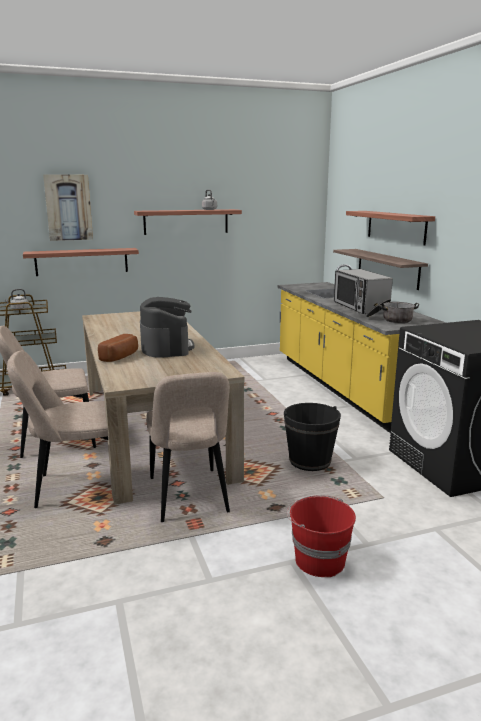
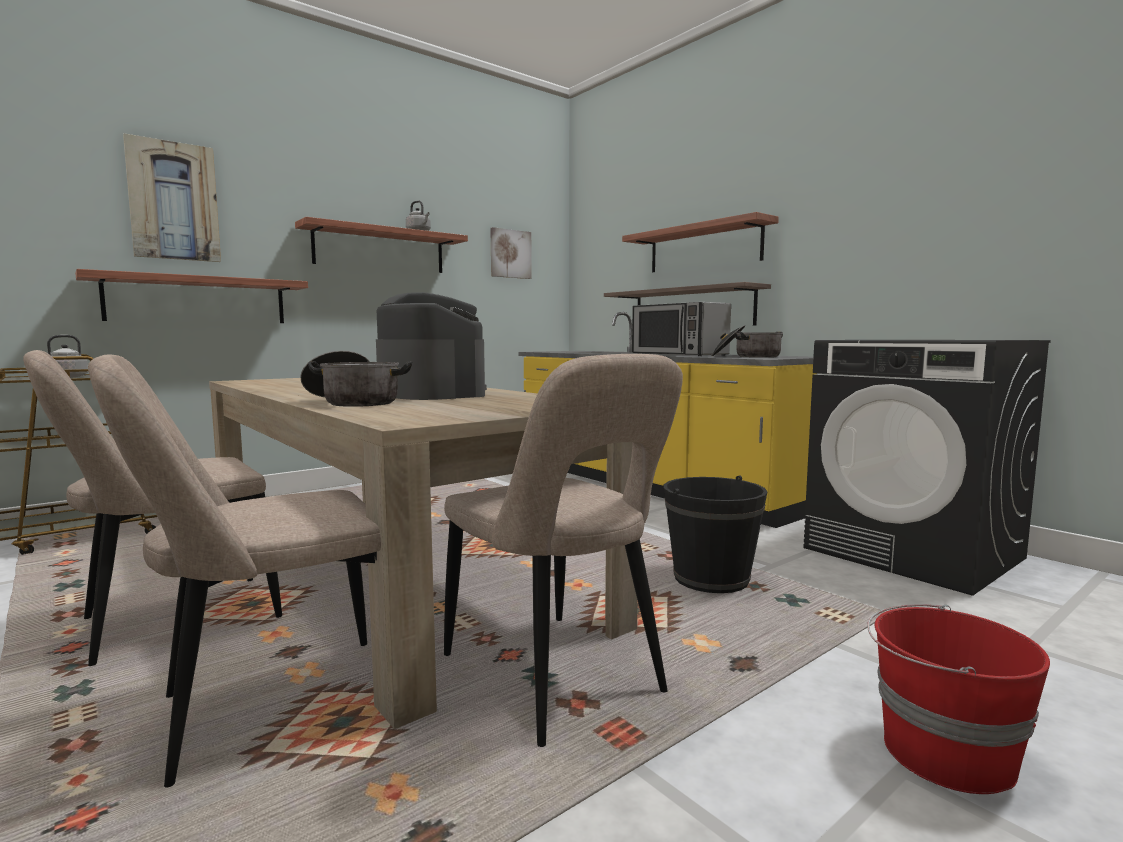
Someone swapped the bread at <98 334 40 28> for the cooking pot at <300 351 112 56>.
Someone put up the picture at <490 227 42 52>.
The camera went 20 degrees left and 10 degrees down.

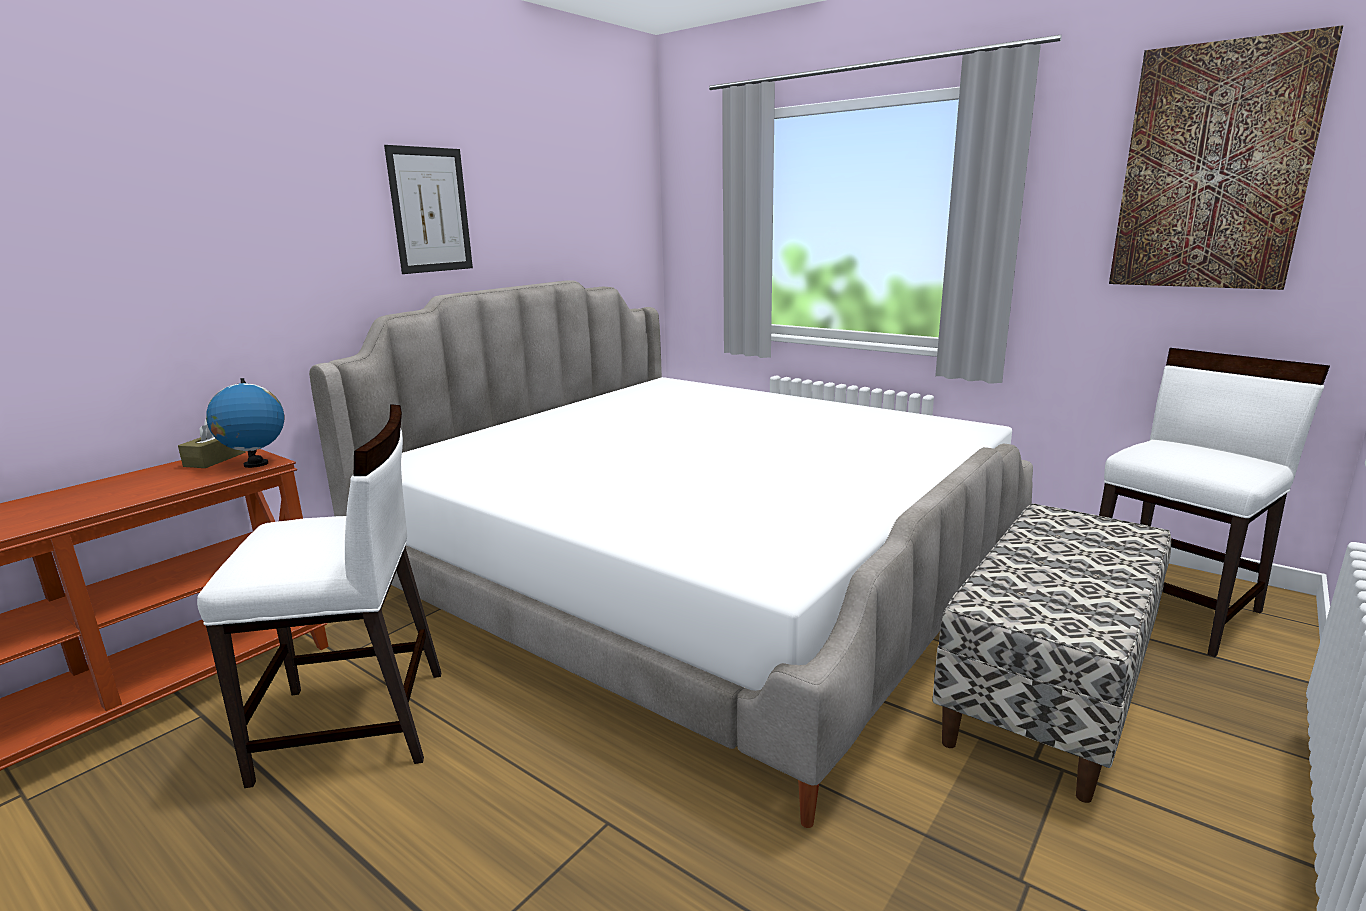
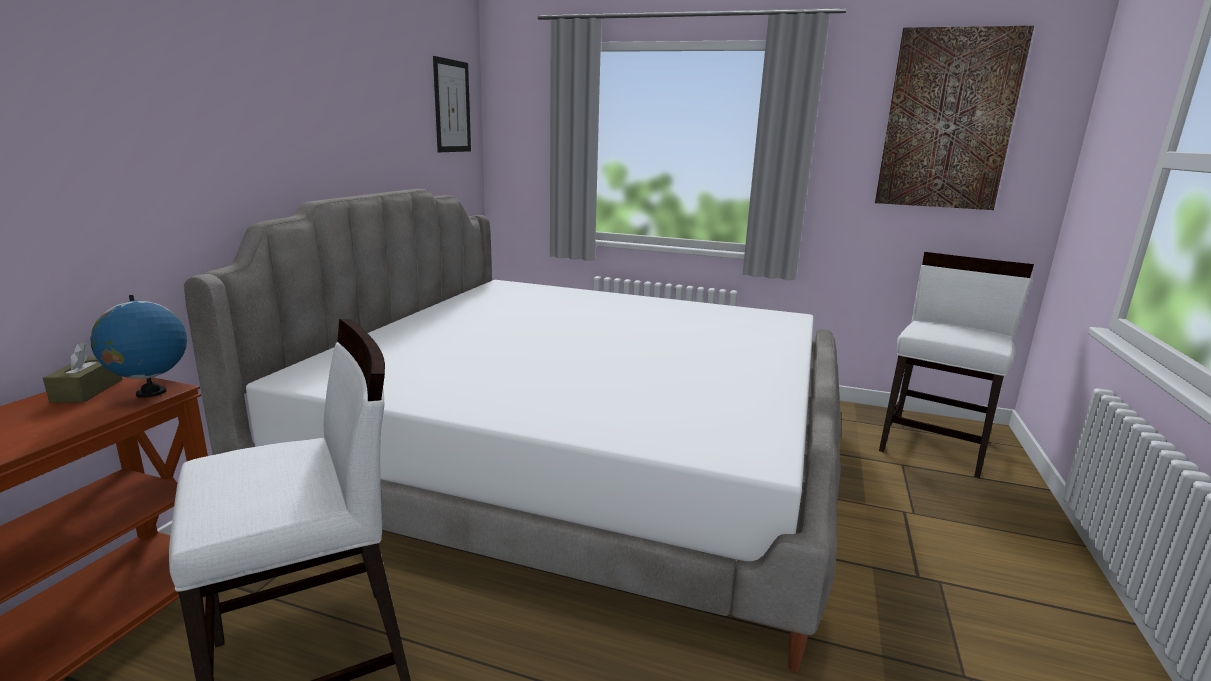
Someone carried the picture from <384 145 89 129> to <433 56 38 96>.
Someone took away the bench at <932 503 239 300>.
The camera went 20 degrees left and 0 degrees up.

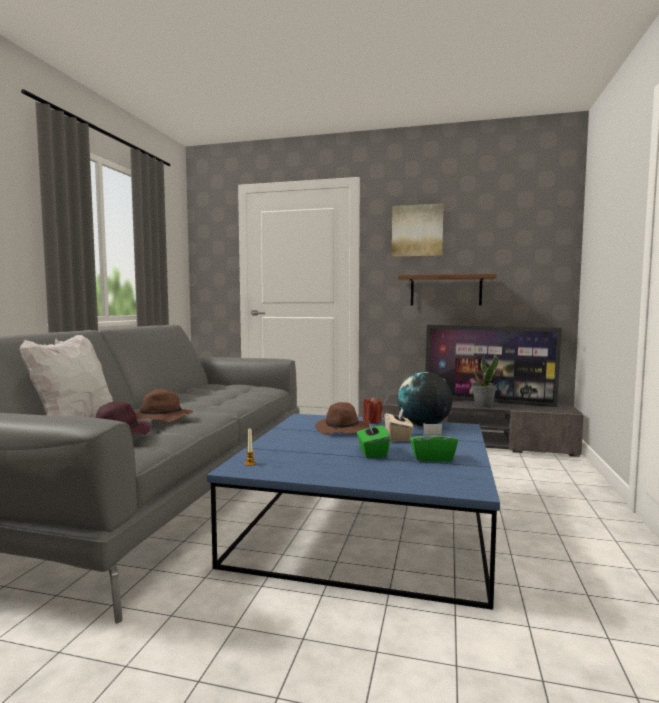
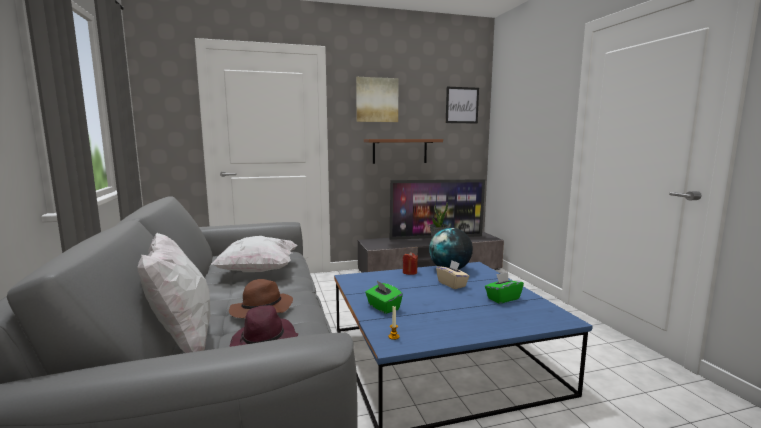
Someone put down the white pillow at <211 236 87 36>.
Someone carried the green tissue box from <357 421 33 37> to <365 281 38 33>.
Someone put up the picture at <446 87 33 36>.
Someone took away the brown hat at <315 402 54 32>.
The camera went 30 degrees left and 5 degrees up.

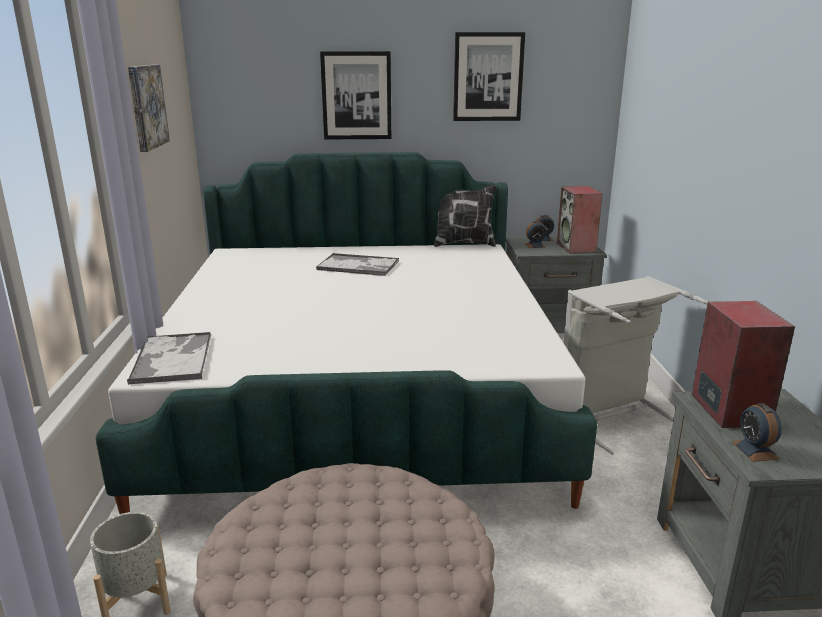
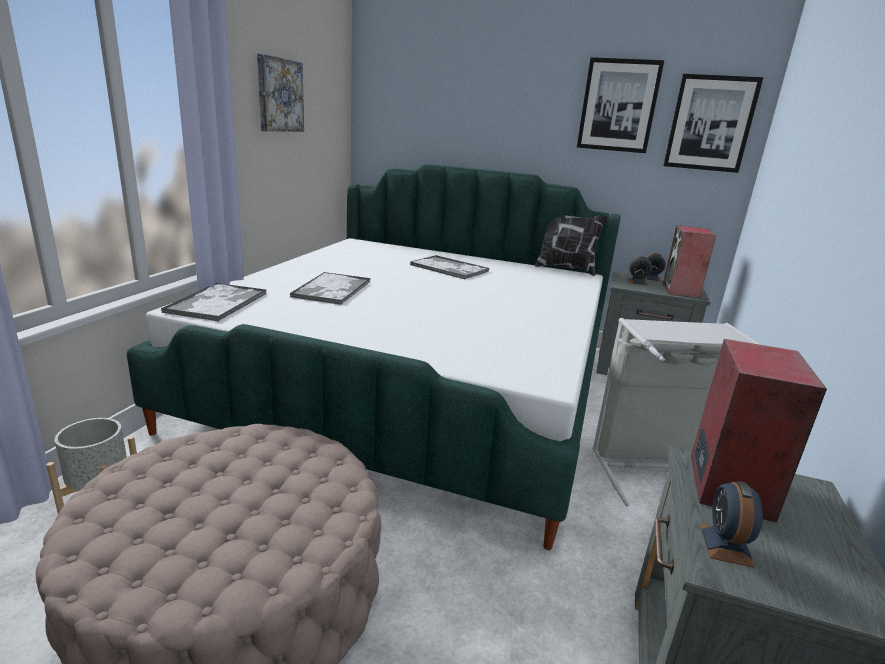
Someone put down the tray at <290 272 81 33>.
Someone carried the picture from <320 51 71 89> to <663 74 101 99>.
The camera went 20 degrees right and 0 degrees up.

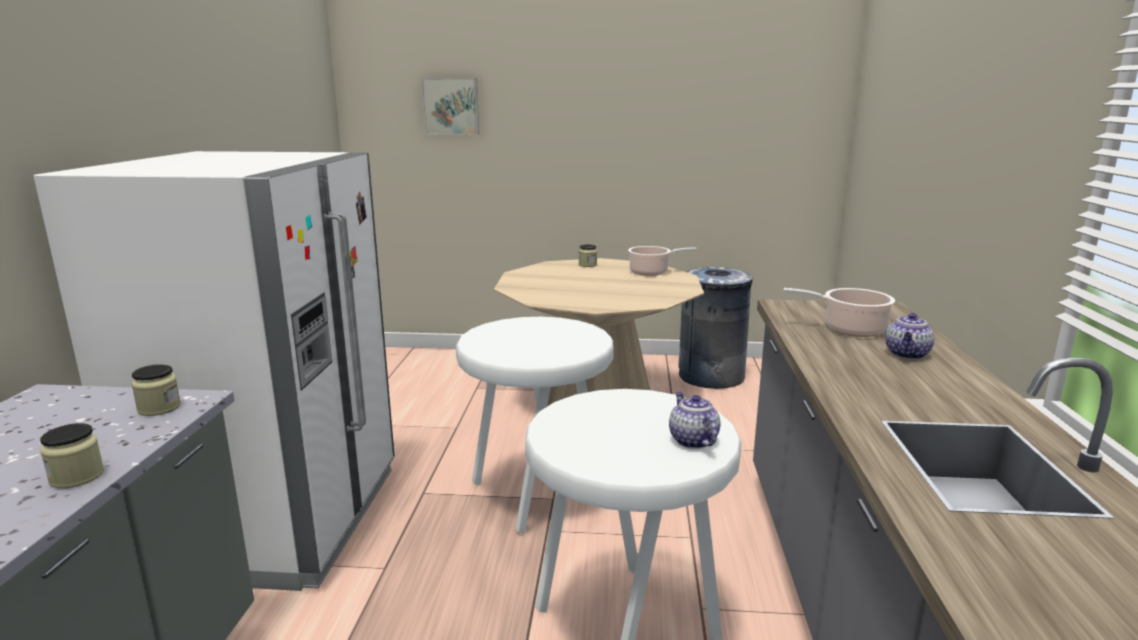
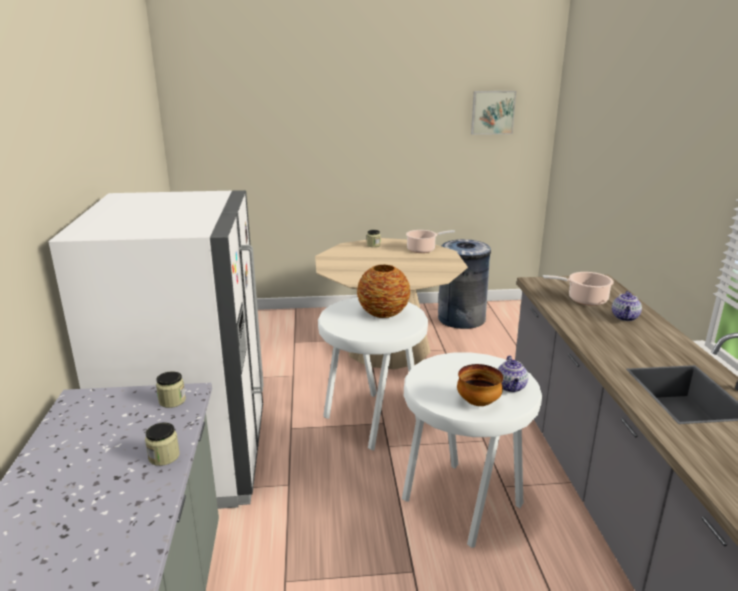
Someone put down the vase at <357 265 53 53>.
Someone put down the bowl at <457 364 46 42>.
Someone carried the picture from <421 78 58 57> to <471 91 45 44>.
Someone rotated the teapot at <669 392 52 57> by 150 degrees counterclockwise.
The camera went 10 degrees left and 5 degrees up.

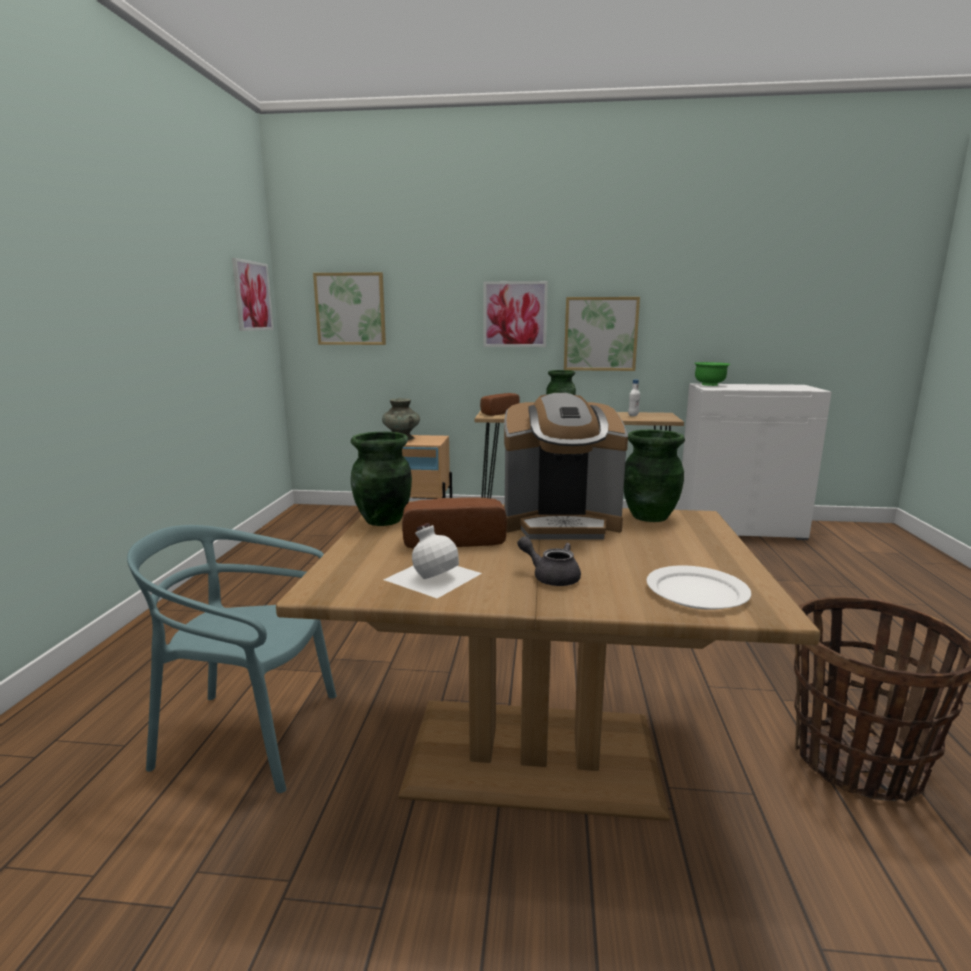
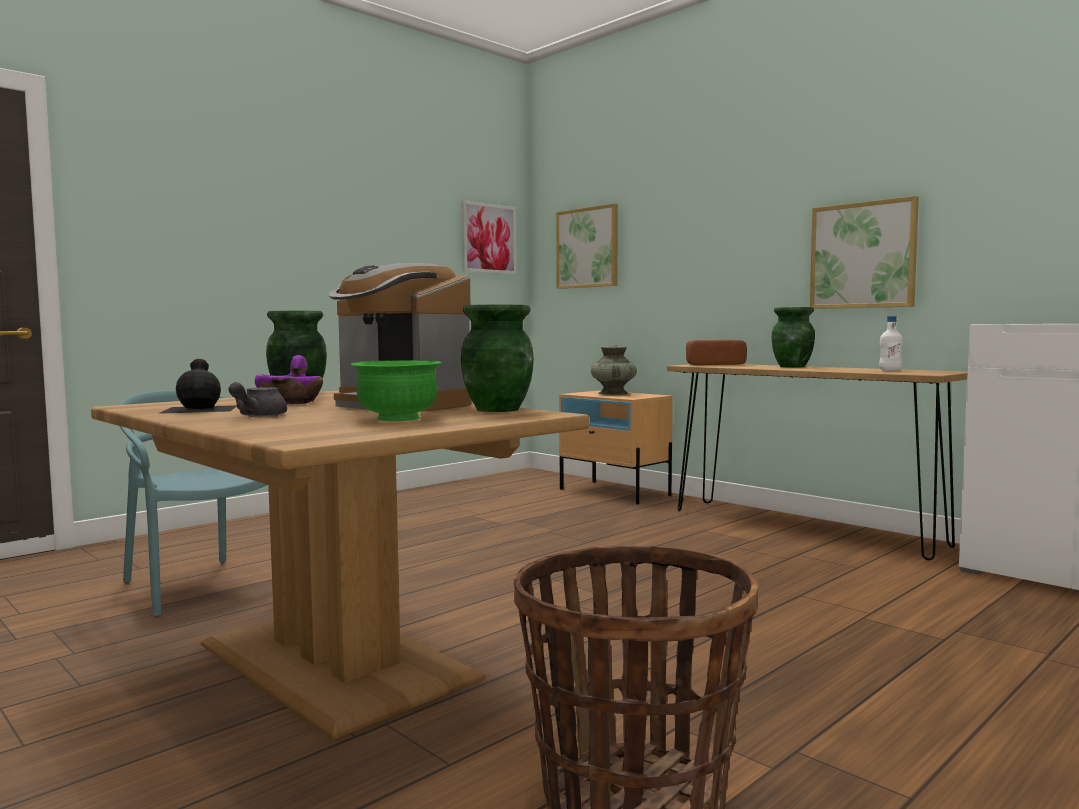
Someone repainted the white bottle at <384 523 98 75>, which became the black bottle at <158 359 79 55>.
Someone rotated the grey teapot at <517 536 64 50> by 150 degrees counterclockwise.
Someone swapped the bread at <402 497 105 52> for the purple bowl at <255 355 68 50>.
Someone carried the green bowl from <694 362 37 24> to <350 360 92 61>.
Someone took away the picture at <483 281 65 66>.
Someone took away the white plate at <647 565 104 45>.
The camera went 40 degrees right and 10 degrees down.

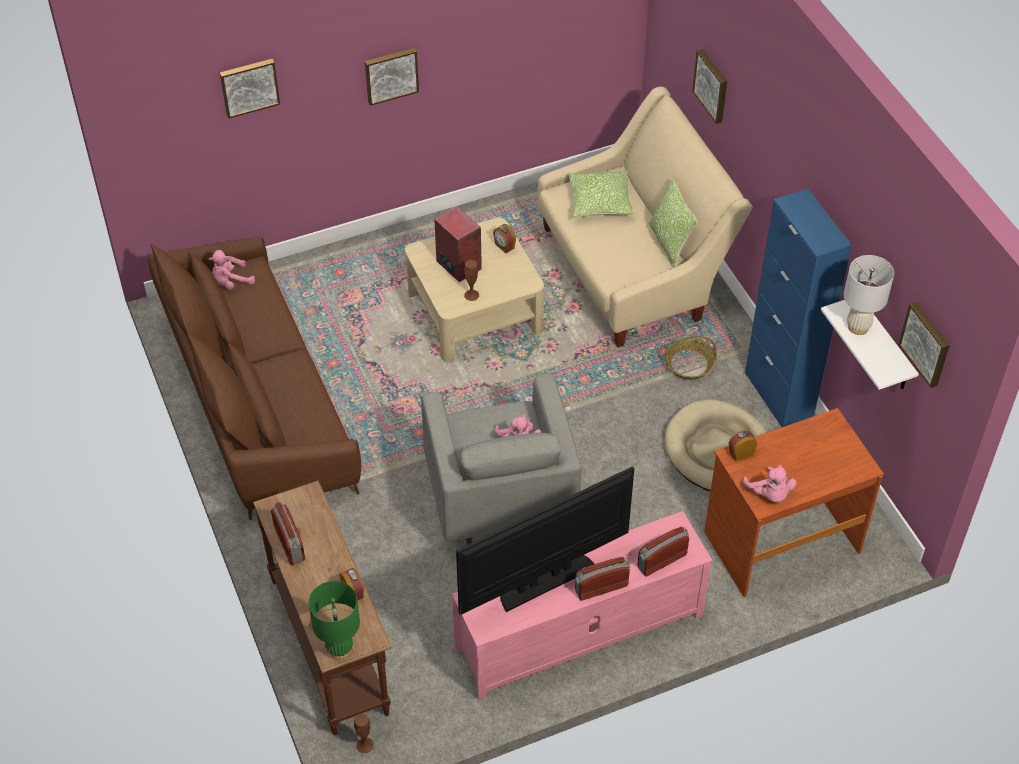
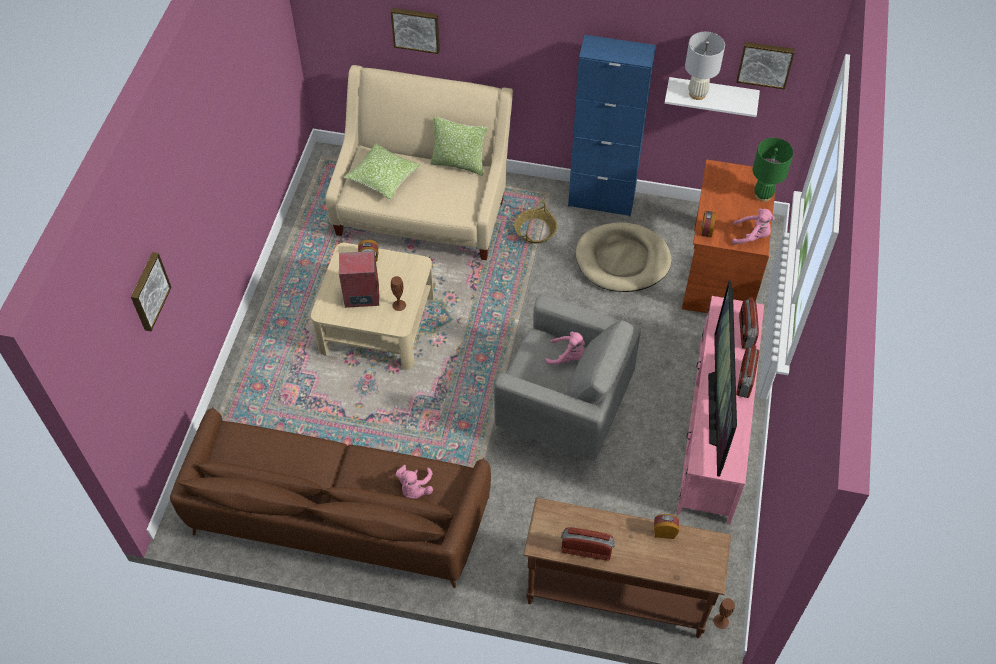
Someone carried the pink plush toy from <209 250 46 40> to <396 465 37 34>.
Someone carried the green table lamp from <308 581 52 78> to <753 138 41 64>.
Someone took away the picture at <365 48 54 58>.
The camera went 55 degrees left and 5 degrees up.

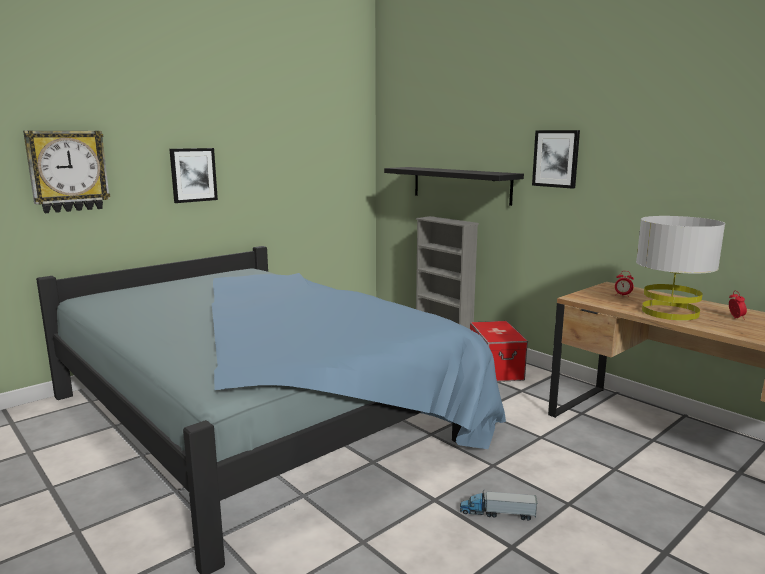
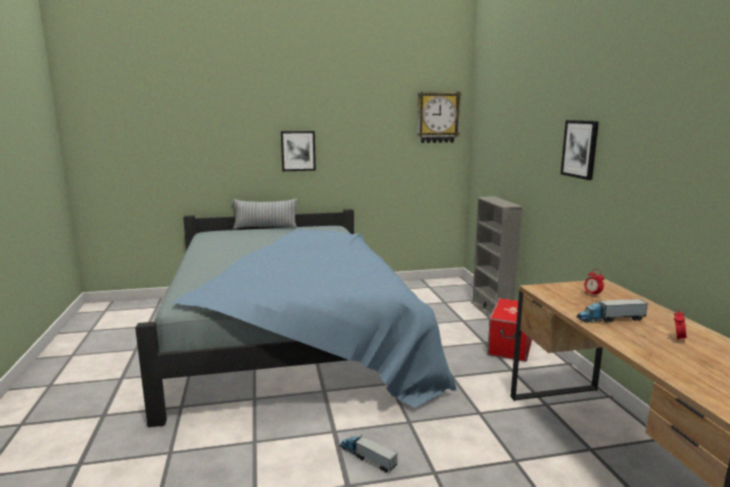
Someone put down the pillow at <233 198 64 31>.
Someone carried the wall clock from <23 131 88 82> to <417 91 44 52>.
Someone swapped the grey table lamp at <636 216 89 105> for the toy truck at <576 299 73 24>.
Someone took away the black shelf at <384 167 140 39>.
The camera went 30 degrees right and 0 degrees up.

